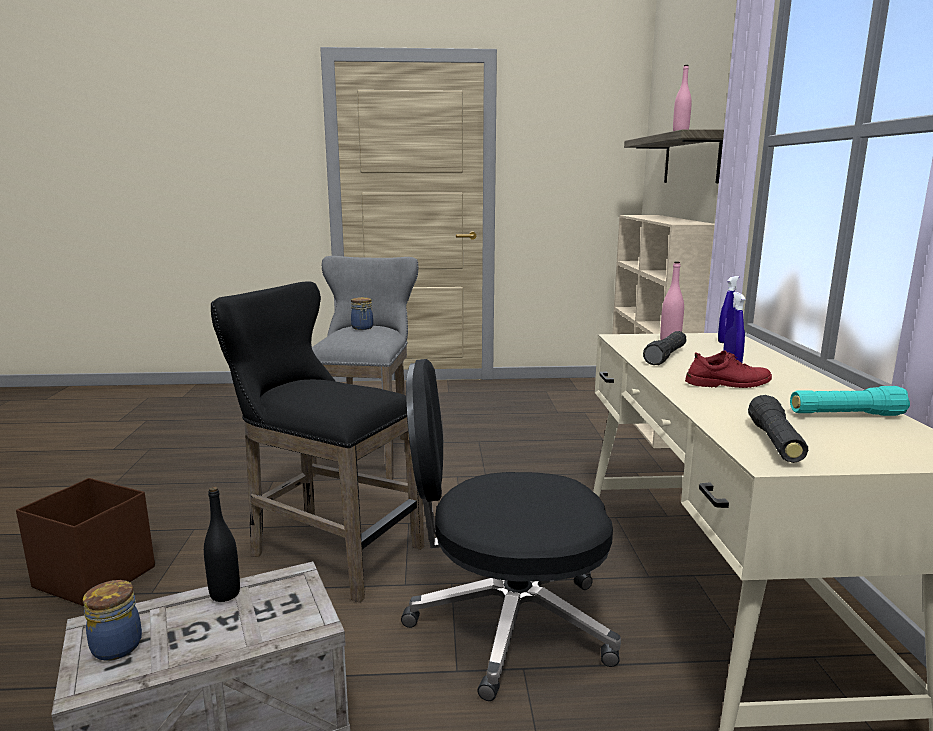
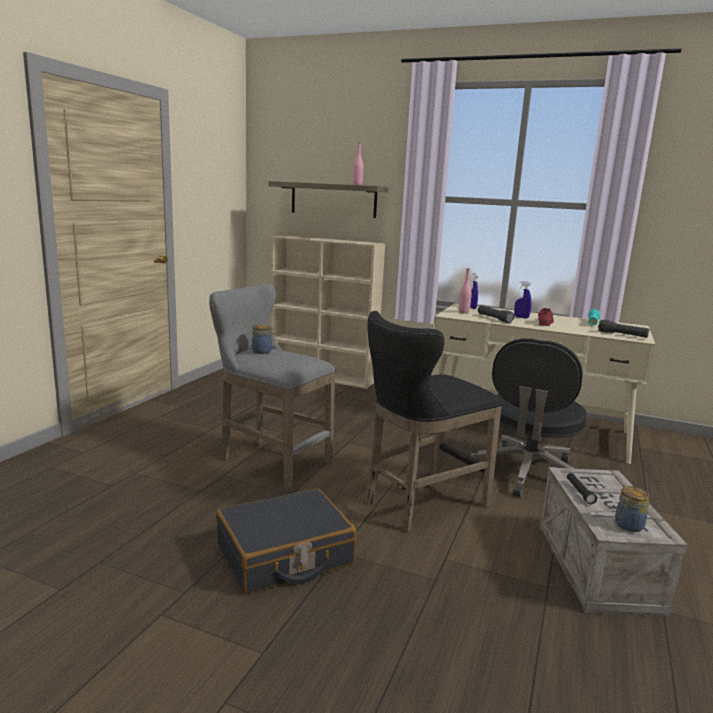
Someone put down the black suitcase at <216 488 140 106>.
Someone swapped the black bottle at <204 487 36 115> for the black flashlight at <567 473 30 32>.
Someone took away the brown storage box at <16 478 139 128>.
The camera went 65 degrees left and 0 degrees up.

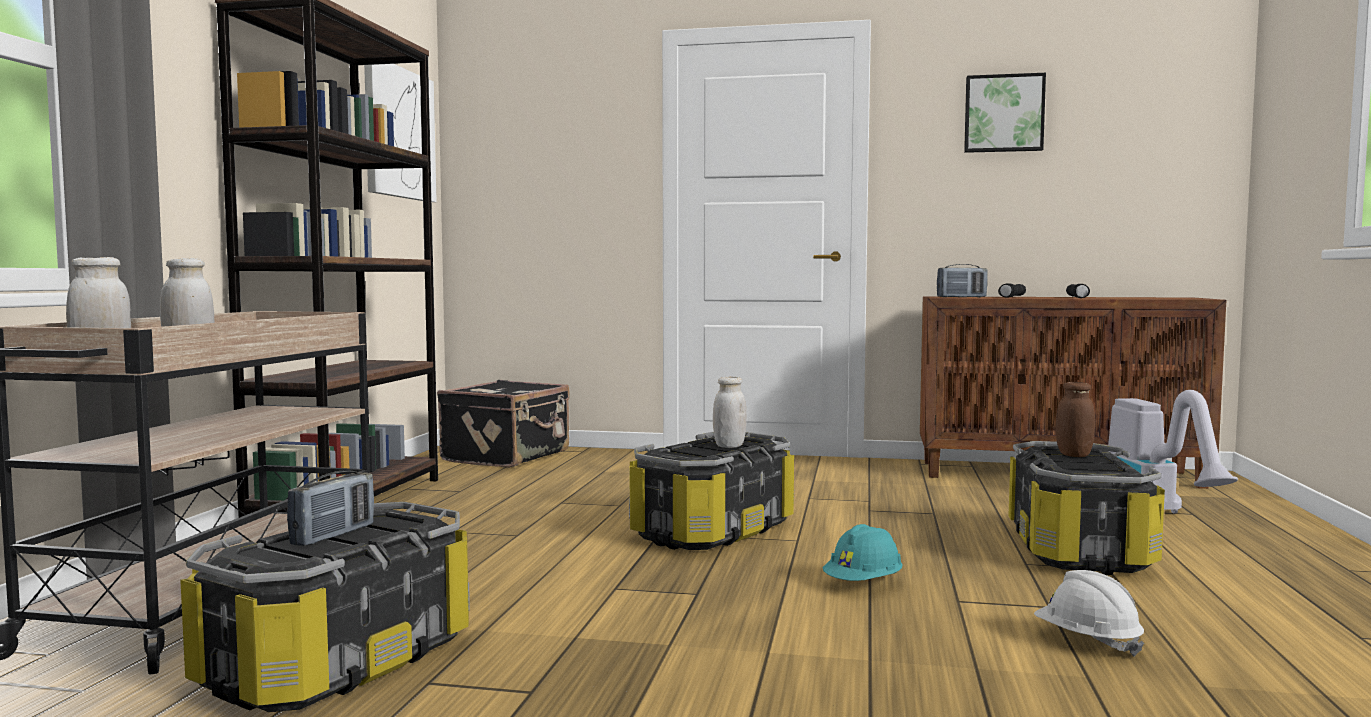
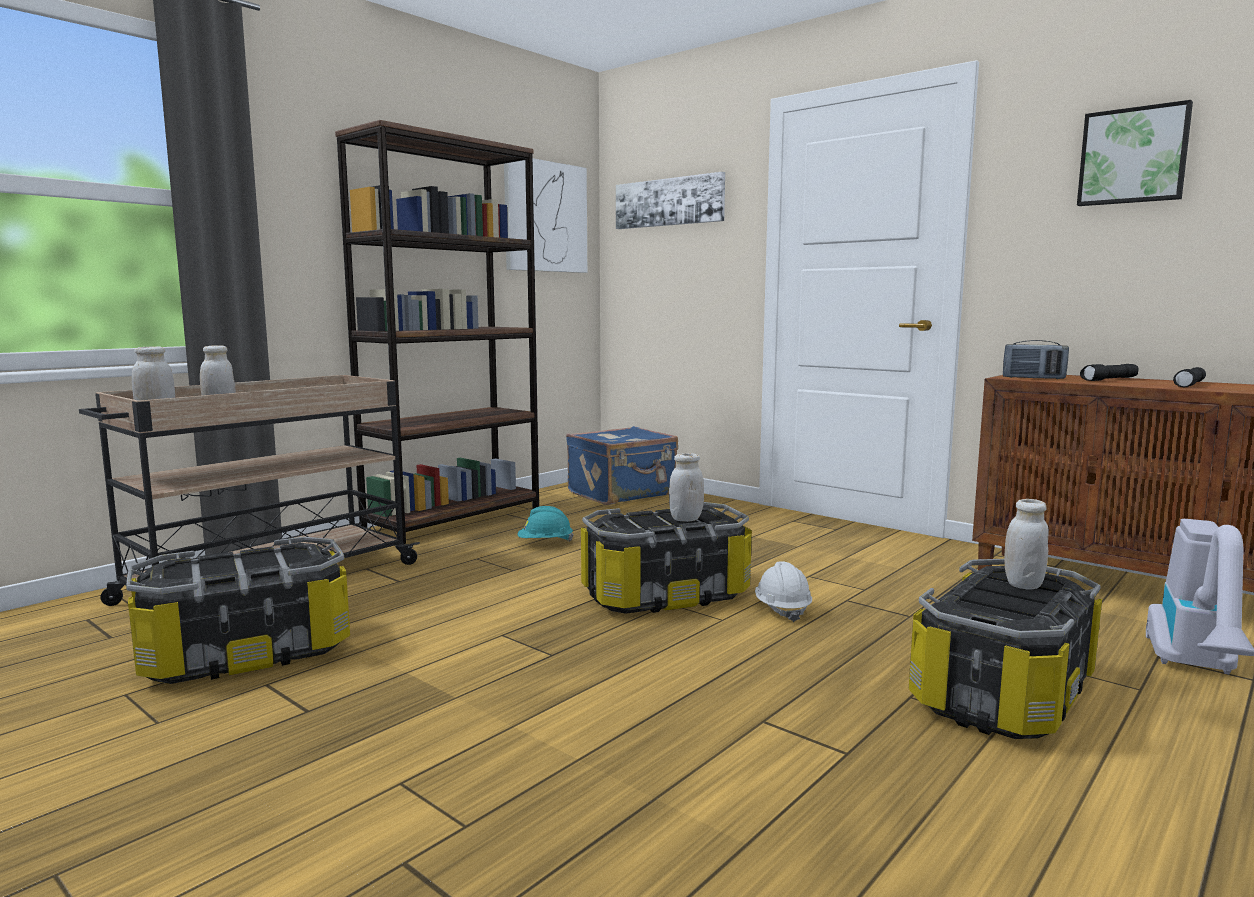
Someone carried the turquoise hard hat from <823 524 80 57> to <517 506 56 36>.
Someone repainted the black suitcase at <437 380 133 88>, which became the blue suitcase at <566 426 112 79>.
Someone put up the picture at <616 172 109 57>.
Someone carried the white hard hat from <1034 570 110 87> to <755 562 57 60>.
Someone repainted the brown jar at <1056 382 39 75>, which became the white jar at <1004 499 45 91>.
Someone took away the radio at <287 470 87 76>.
The camera went 30 degrees right and 5 degrees up.

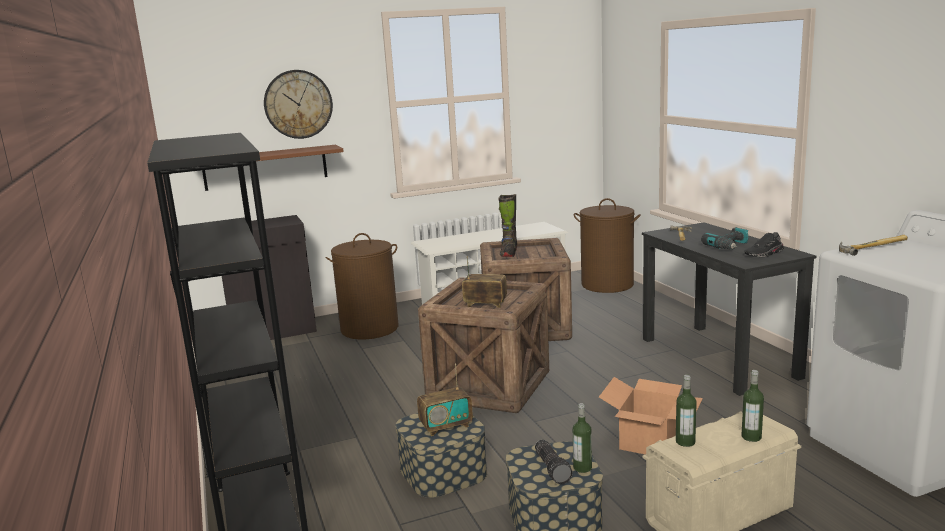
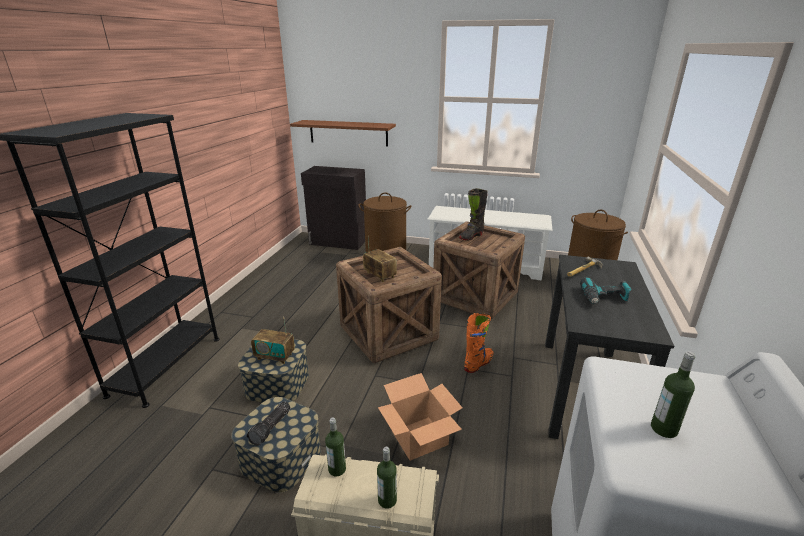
Someone put down the orange boot at <464 313 29 60>.
Someone carried the bottle from <573 403 19 70> to <651 351 44 87>.
Someone took away the wall clock at <264 70 69 69>.
Someone took away the black shoe at <744 232 40 25>.
Someone took away the hammer at <839 235 69 21>.
The camera went 35 degrees right and 10 degrees up.

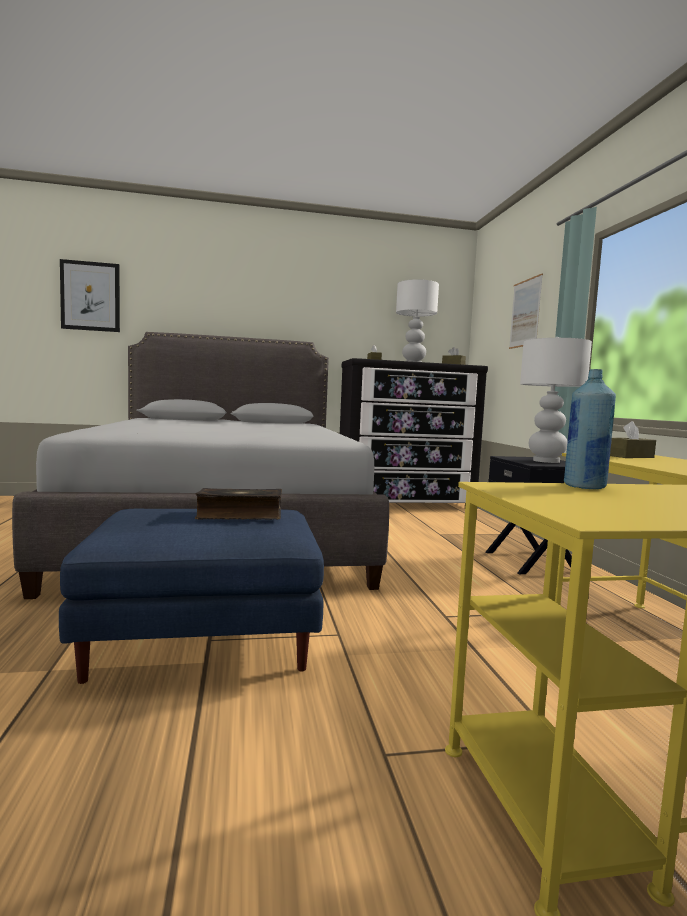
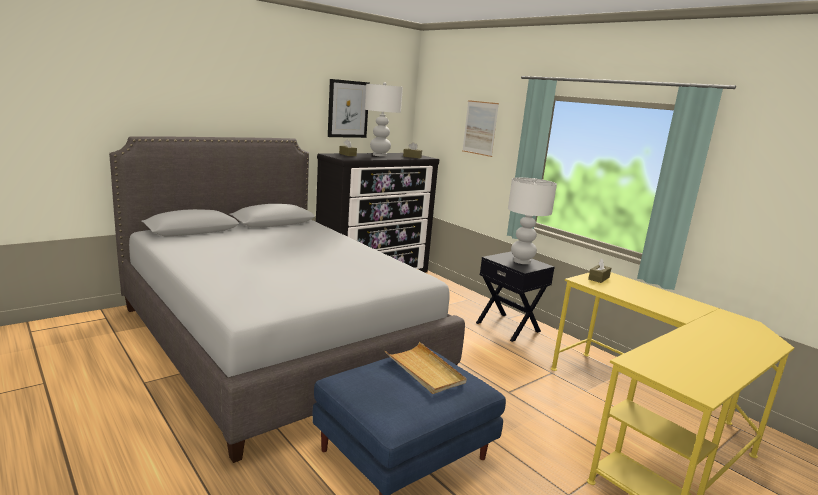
Someone carried the picture from <60 259 60 73> to <328 79 42 59>.
Someone swapped the book at <195 488 87 32> for the beige tray at <385 342 82 52>.
Someone took away the blue bottle at <564 369 52 120>.
The camera went 30 degrees left and 10 degrees up.

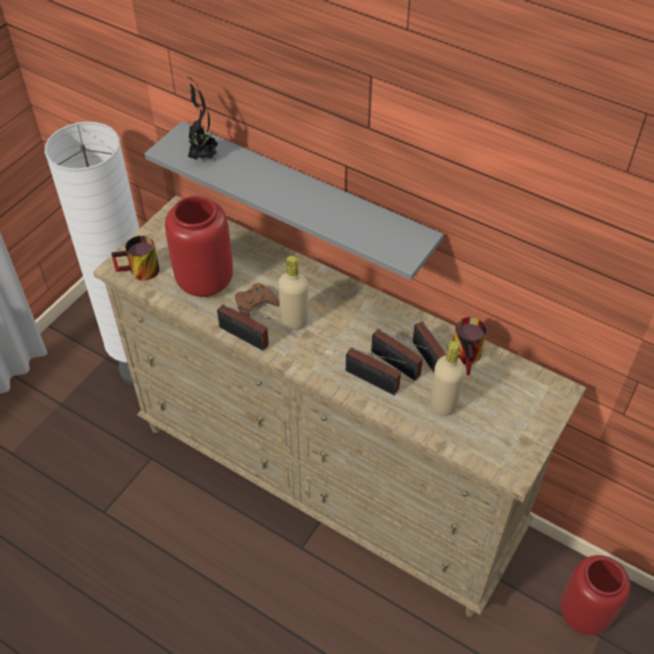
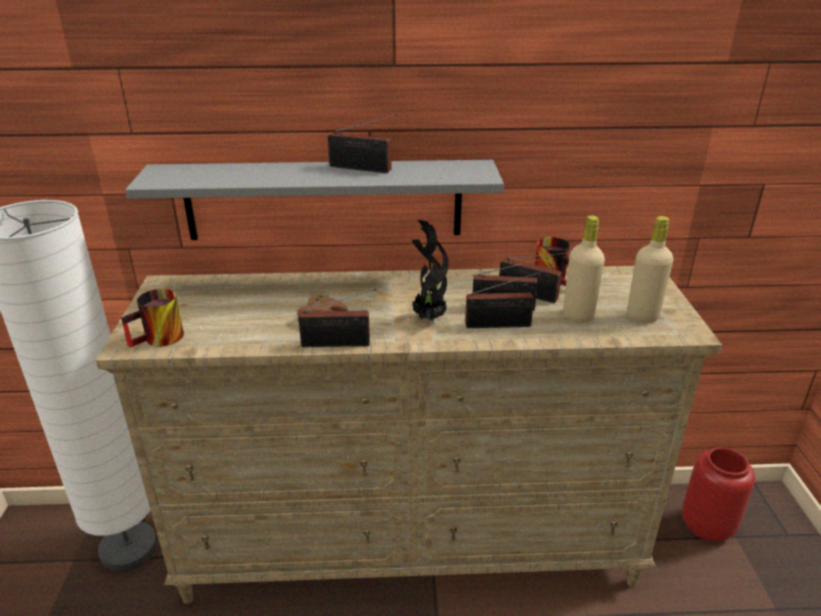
Someone put down the radio at <328 114 69 59>.
Someone carried the potted plant from <181 77 37 83> to <409 220 40 101>.
Someone carried the beige bottle from <278 256 30 74> to <627 216 46 107>.
Someone took away the red vase at <165 196 68 101>.
The camera went 35 degrees left and 20 degrees down.

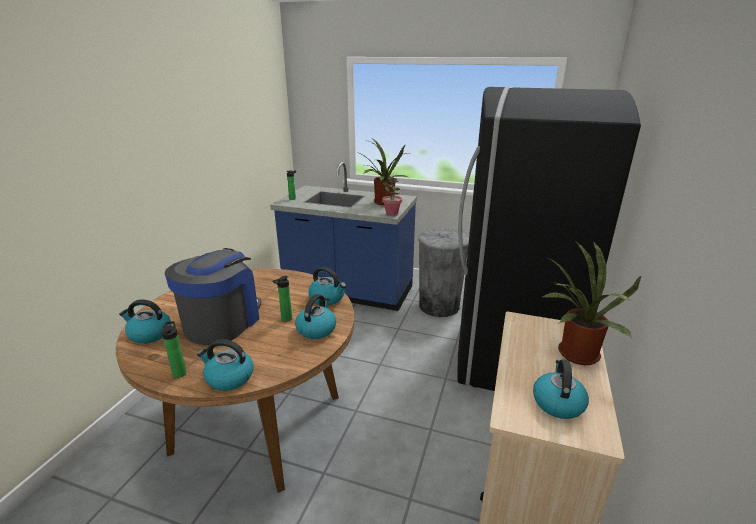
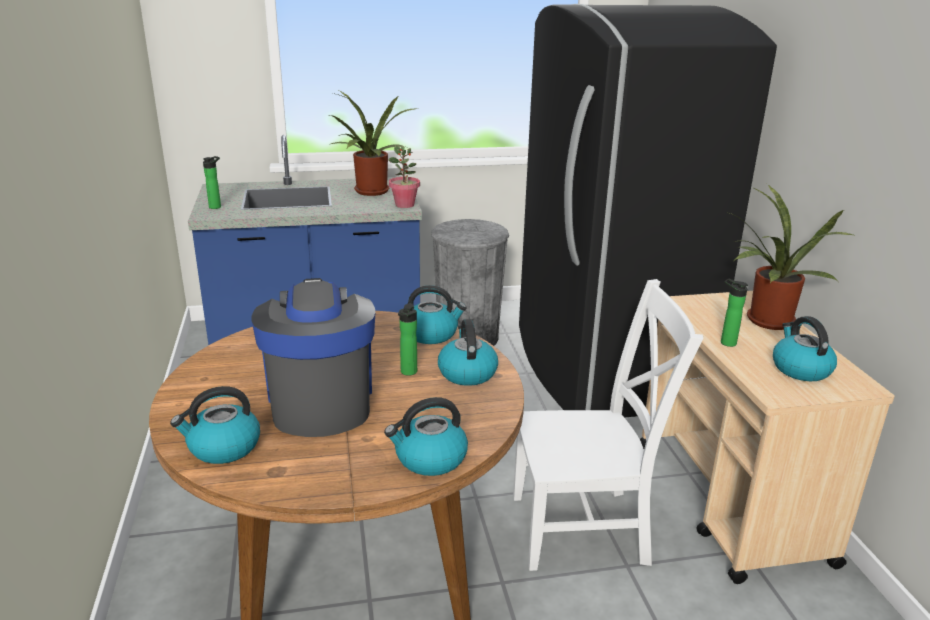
Someone put down the white chair at <513 279 190 292>.
Someone carried the bottle from <162 321 24 57> to <721 279 27 68>.
The camera went 30 degrees left and 0 degrees up.

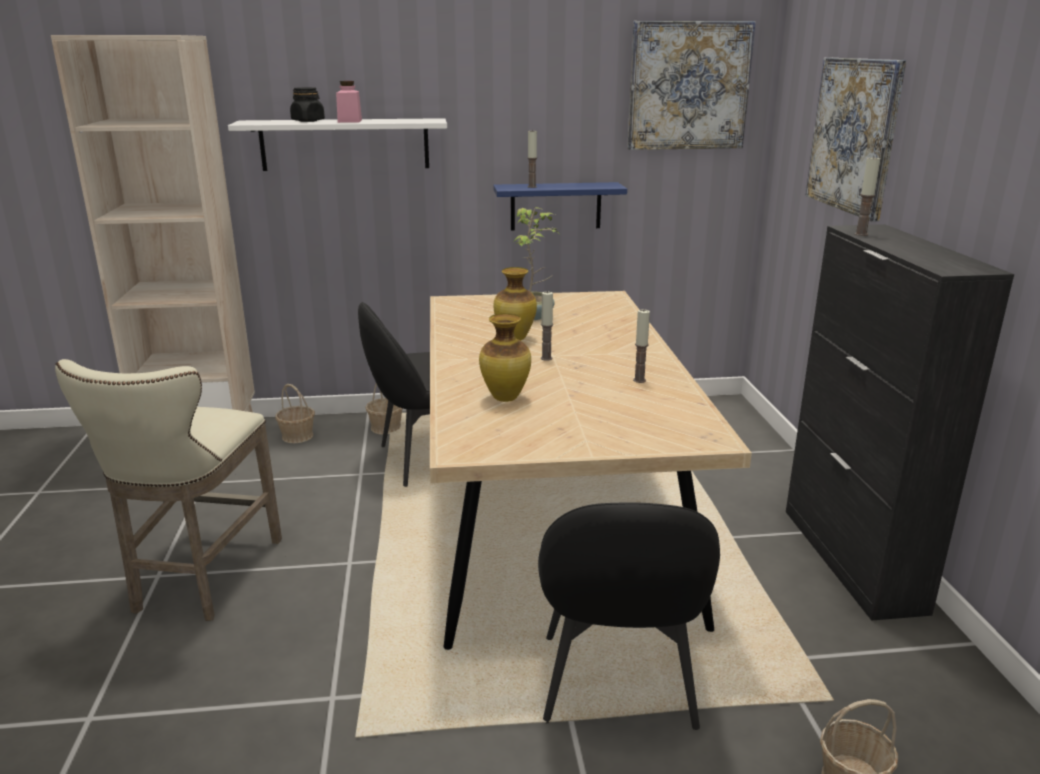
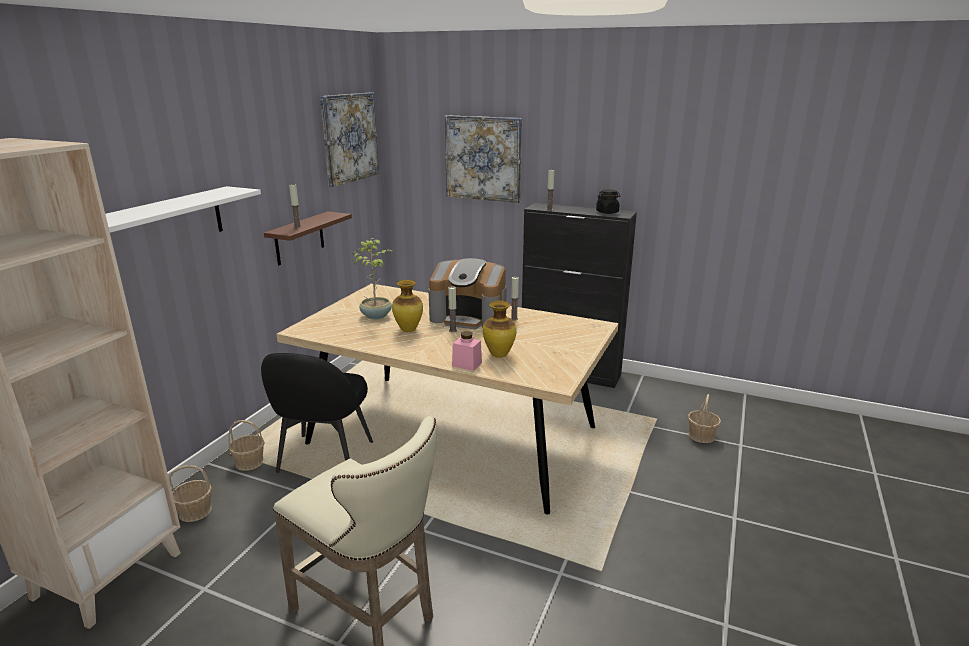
Someone repainted the blue shelf at <493 182 134 49>, which became the brown shelf at <264 211 88 54>.
Someone put down the coffee machine at <428 258 79 72>.
Someone carried the pink jar from <336 81 26 42> to <452 331 30 40>.
Someone carried the black jar from <290 87 35 35> to <596 189 24 25>.
Someone took away the black chair at <538 502 182 228>.
The camera went 60 degrees left and 0 degrees up.

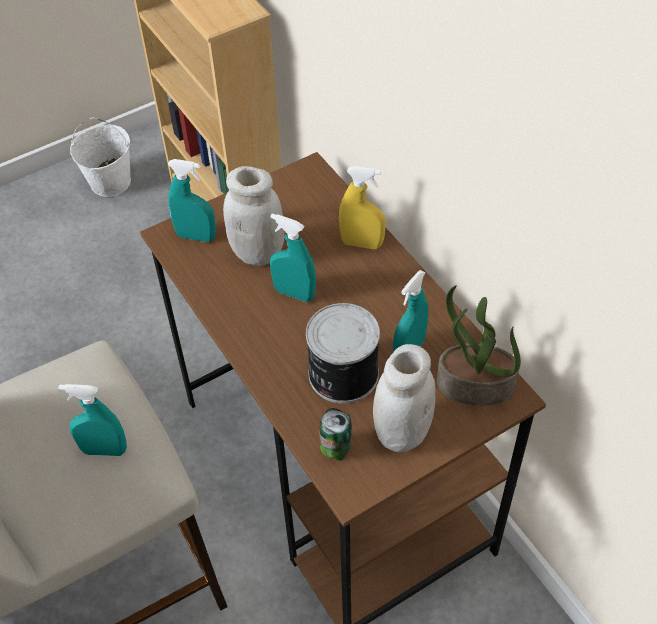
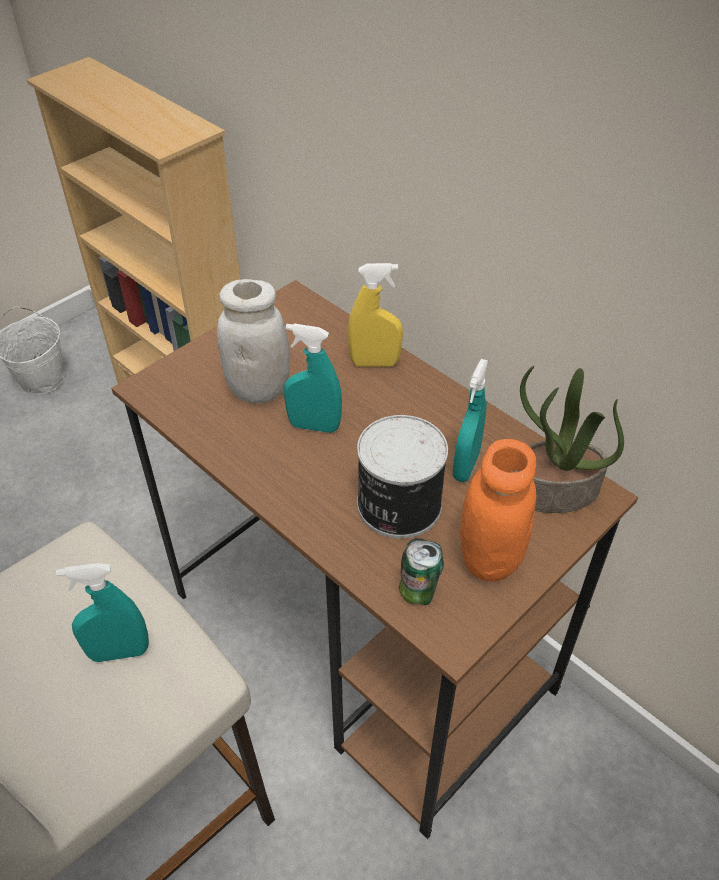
Someone repainted the white jar at <373 344 63 109>, which became the orange jar at <460 439 76 143>.
Someone took away the turquoise spray bottle at <168 159 48 83>.
The camera went 15 degrees left and 5 degrees down.

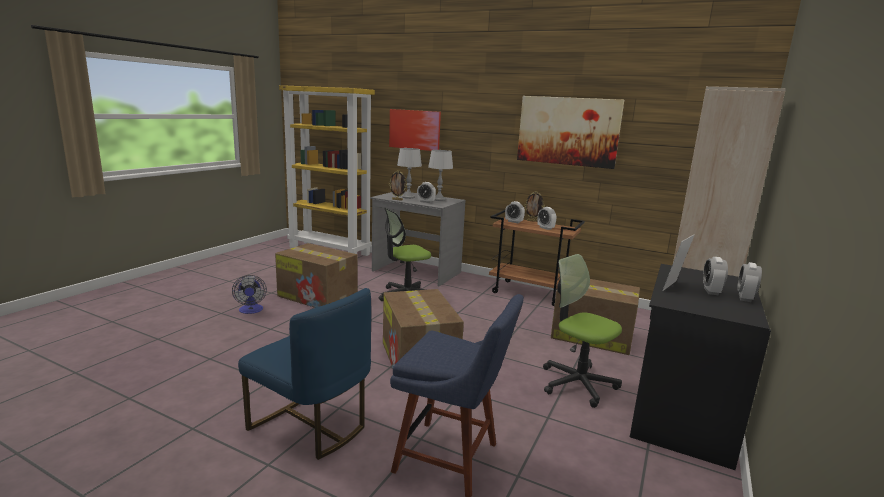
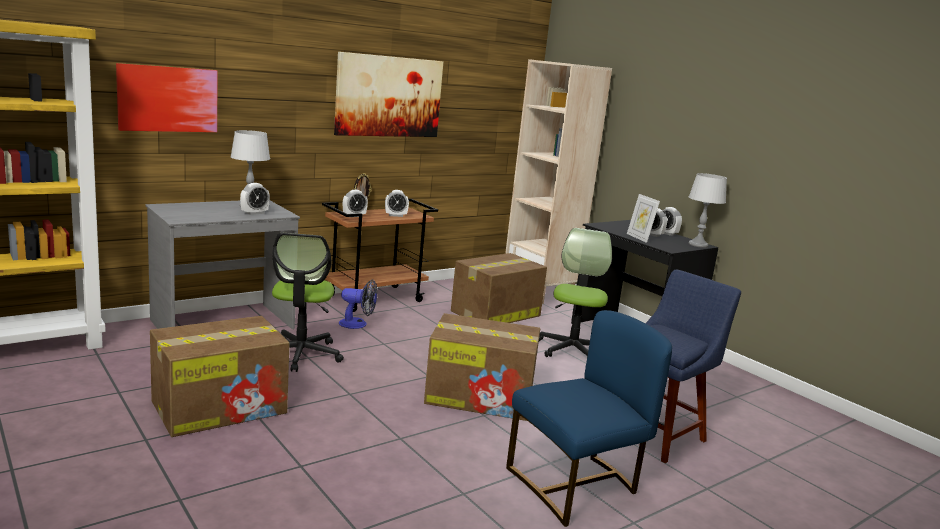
Someone carried the fan from <232 275 35 39> to <339 279 38 50>.
Someone rotated the office chair at <543 254 79 154> by 120 degrees clockwise.
Someone carried the grey table lamp from <397 148 25 51> to <689 173 38 75>.
Someone took away the picture frame at <389 170 18 31>.
The camera went 65 degrees left and 0 degrees up.

